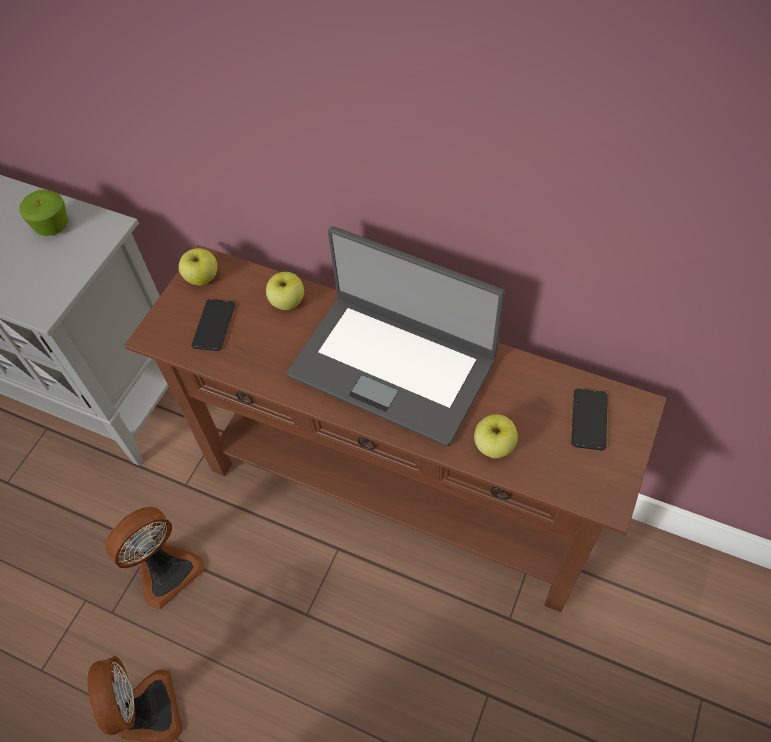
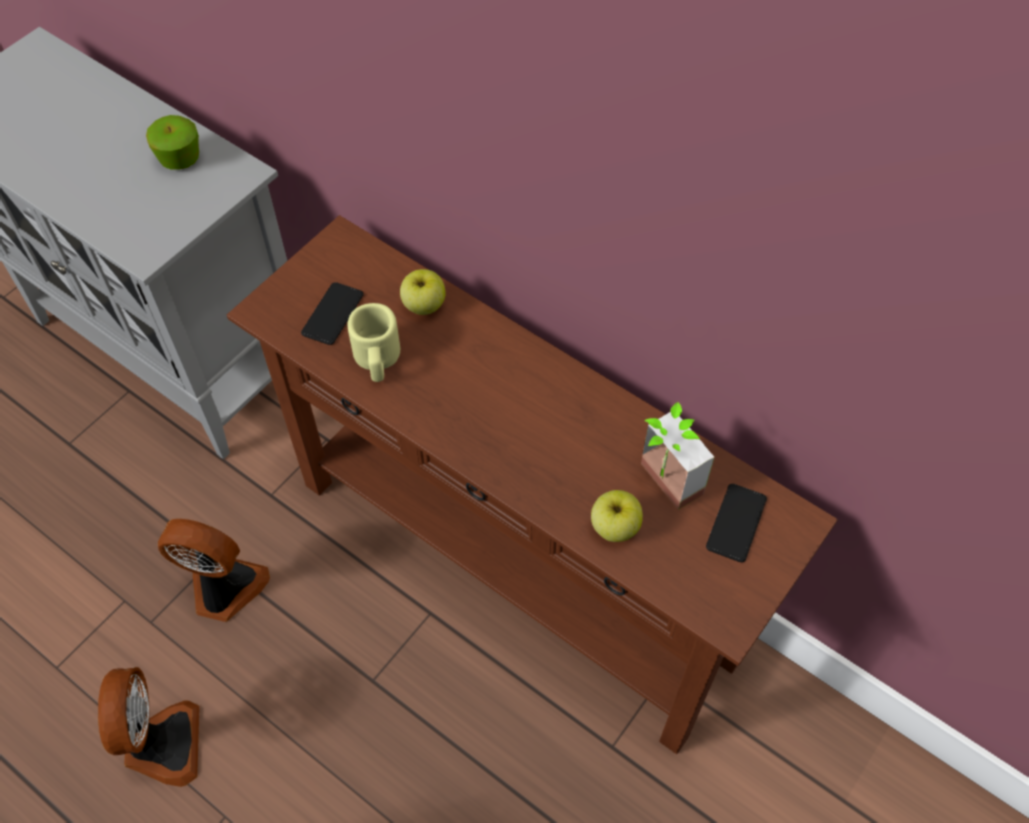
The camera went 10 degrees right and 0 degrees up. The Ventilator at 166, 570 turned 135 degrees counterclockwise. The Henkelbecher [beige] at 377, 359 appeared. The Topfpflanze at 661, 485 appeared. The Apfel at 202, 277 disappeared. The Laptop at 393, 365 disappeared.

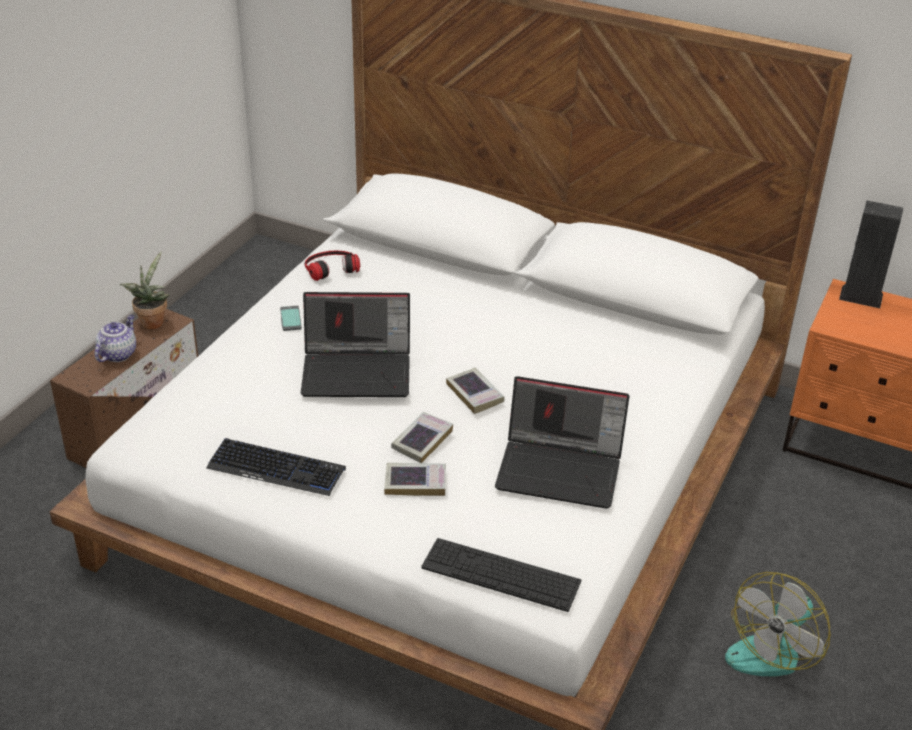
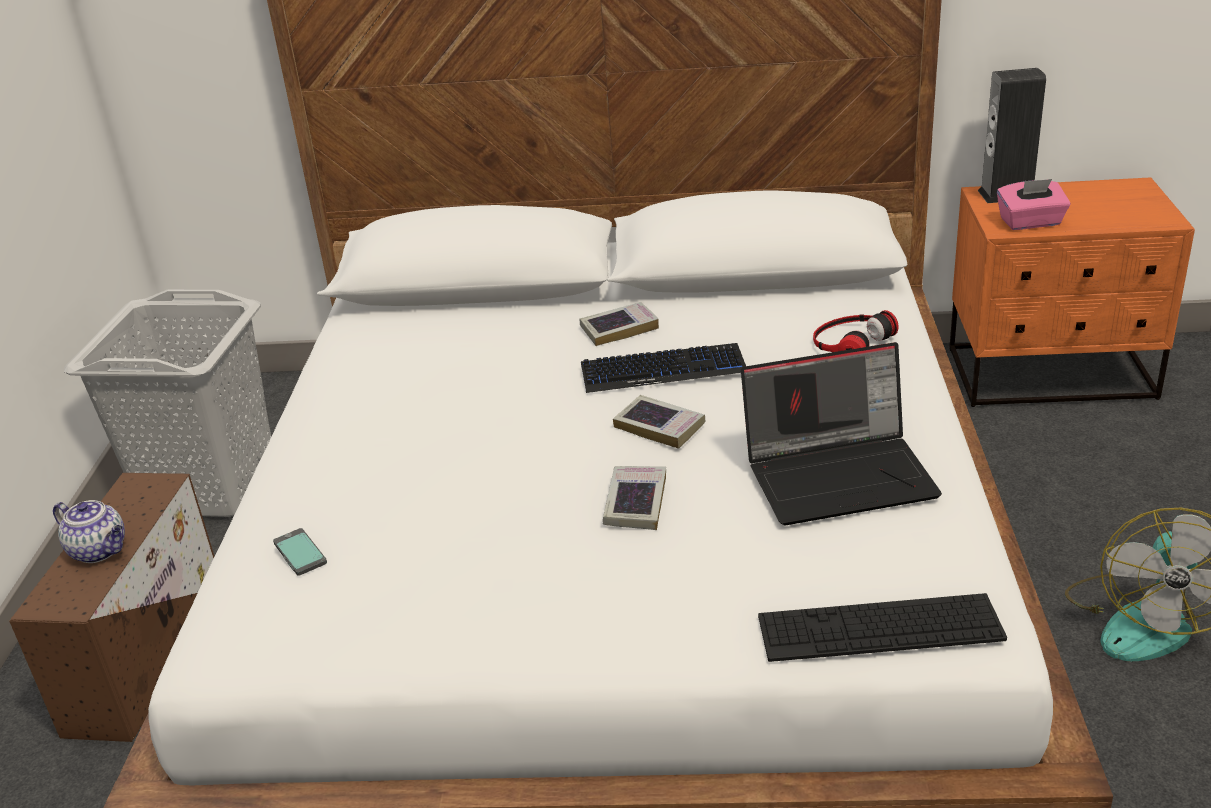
The camera went 20 degrees left and 5 degrees down. The Teekanne at 118, 354 turned 120 degrees clockwise. The Wäschekorb [grau] at 208, 486 appeared. The Handy moved from 290, 319 to 299, 553. The Buch moved from 415, 483 to 619, 329. The Tastatur moved from 276, 469 to 663, 370. The Kopfhörer moved from 330, 267 to 850, 341. The Taschentuchbox [rosa] at 1030, 223 appeared. The Topfpflanze at 152, 321 disappeared. The Laptop at 358, 371 disappeared.

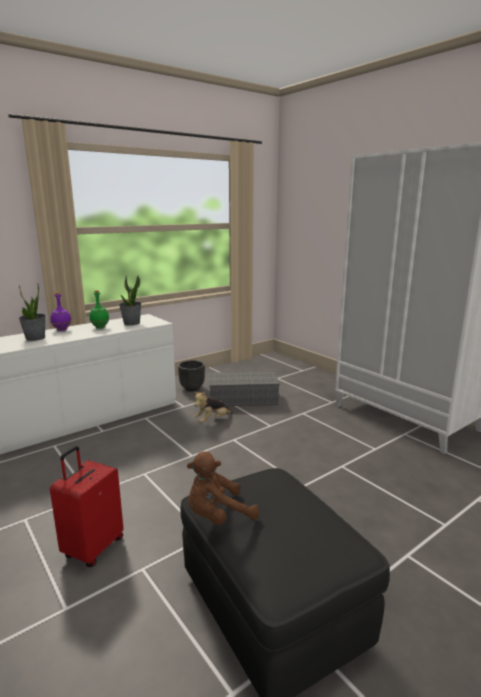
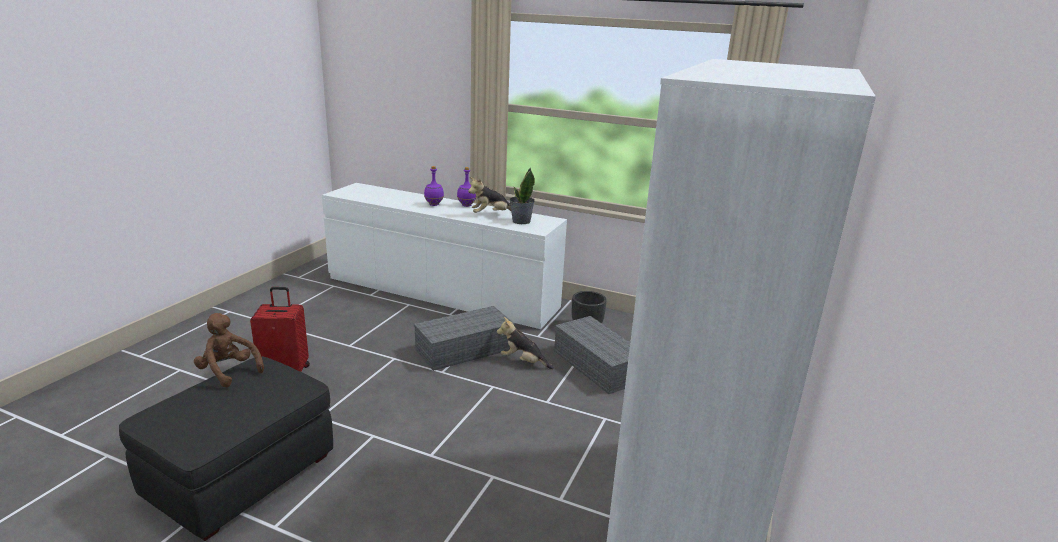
The camera went 60 degrees right and 5 degrees up. The Aufbewahrungsbox [grau] at 465, 349 appeared. The Topfpflanze at 35, 338 was replaced by the Flasche [lila] at 434, 204. The Flasche [grün] at 100, 327 was replaced by the Plüschtier at 490, 214.

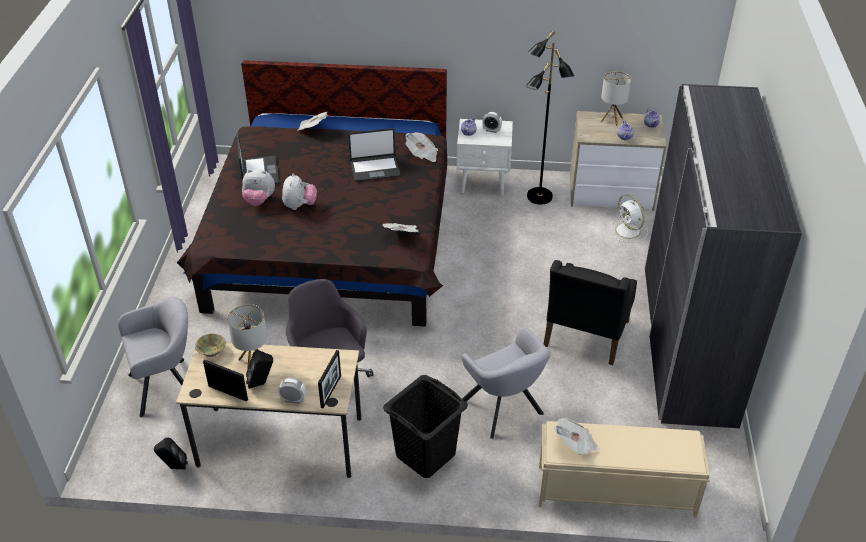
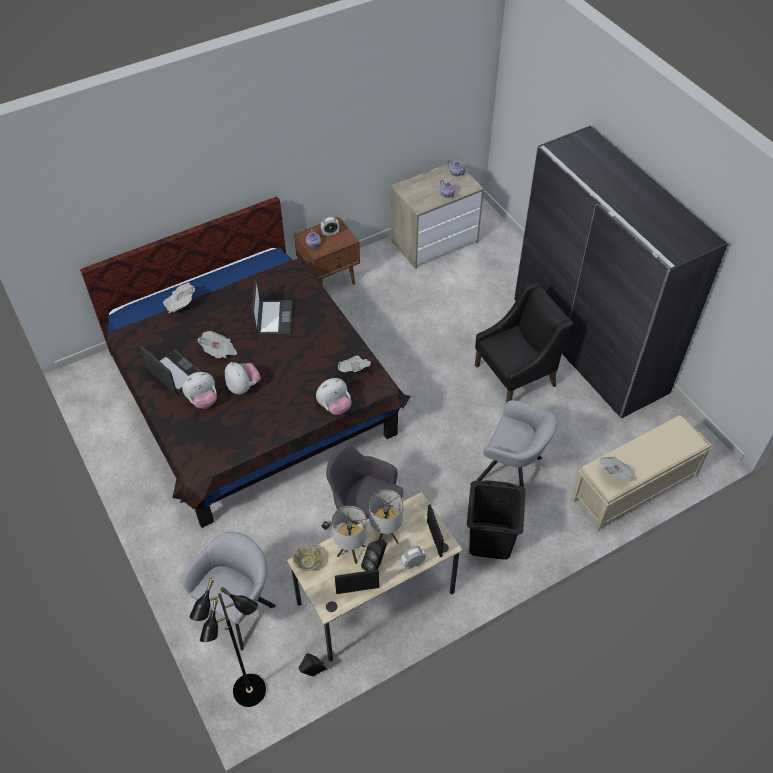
The camera went 35 degrees left and 10 degrees up. The Stehlampe [schwarz] moved from 539, 197 to 249, 692. The Zeitung moved from 422, 155 to 219, 351. The Laptop at 375, 168 turned 45 degrees counterclockwise. The Nachttisch [weiß] at 484, 182 became the Nachttisch [braun] at 330, 279. The Plüschtier at 334, 406 appeared. The Tischlampe moved from 611, 119 to 386, 535. The Sessel [schwarz] at 585, 334 turned 105 degrees counterclockwise. The Ventilator [weiß] at 628, 231 disappeared.

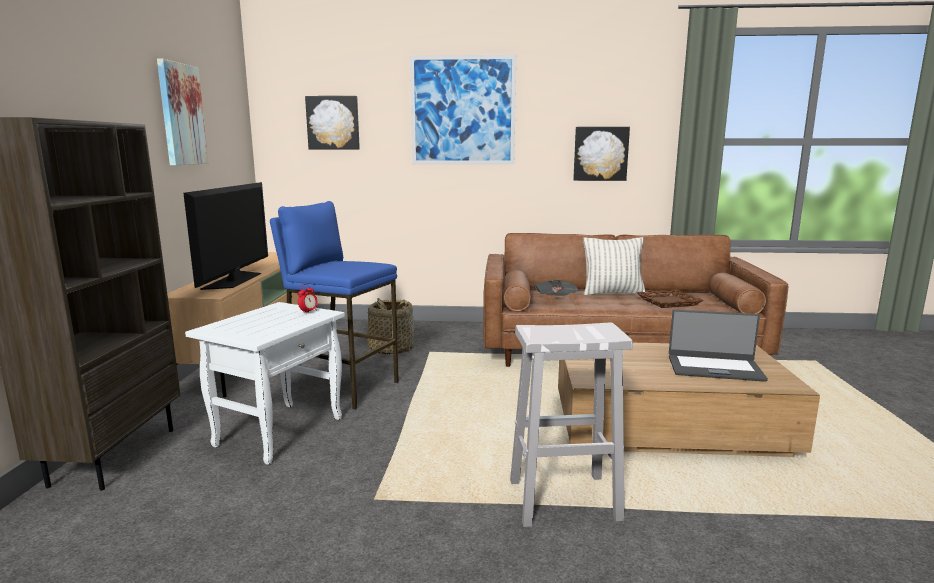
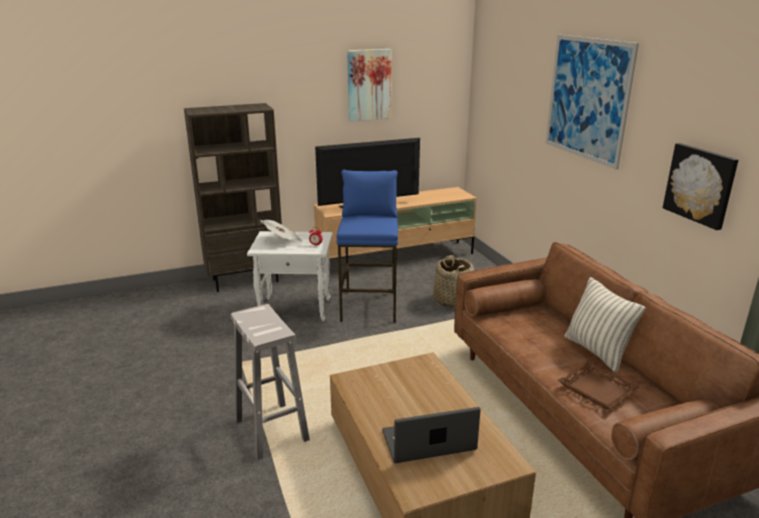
The camera went 65 degrees right and 10 degrees up. The Zeitung moved from 556, 300 to 283, 240. The Laptop at 714, 368 turned 90 degrees clockwise. The Bild at 333, 123 disappeared.

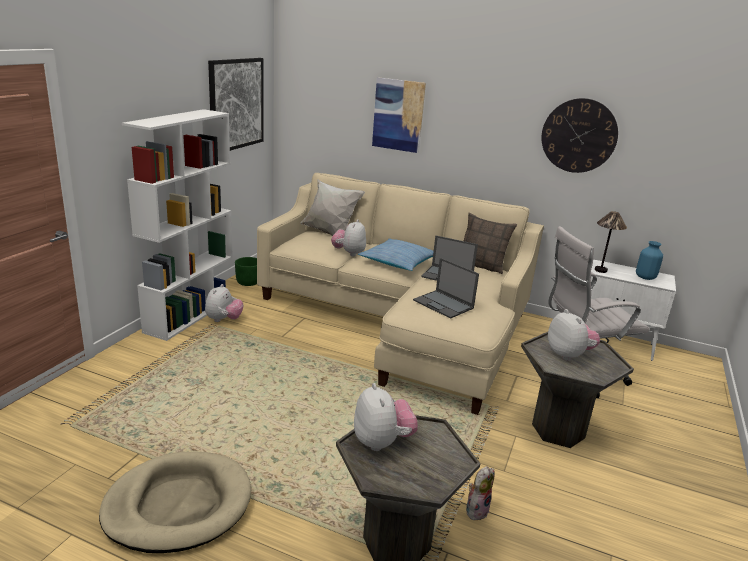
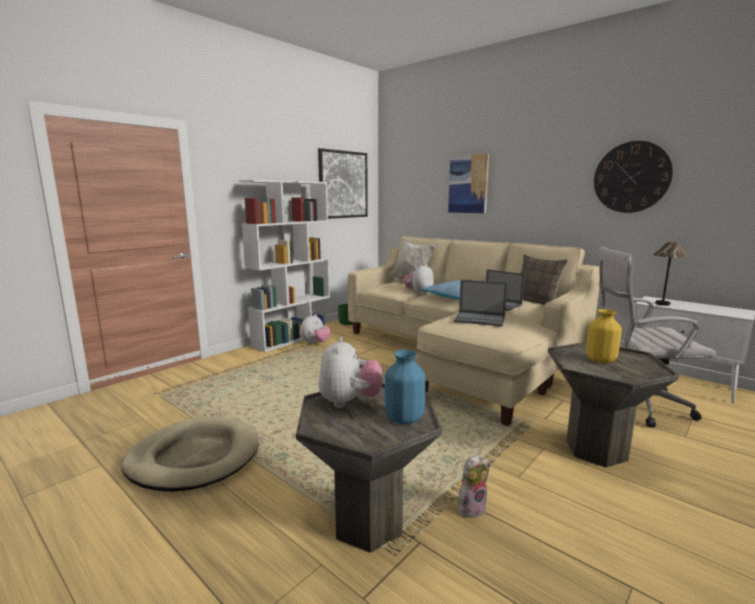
The camera went 20 degrees right and 10 degrees down. The Vase [blau] moved from 645, 277 to 403, 418. The Laptop at 444, 304 turned 45 degrees counterclockwise. The Plüschtier at 568, 355 was replaced by the Vase [gelb] at 600, 360.

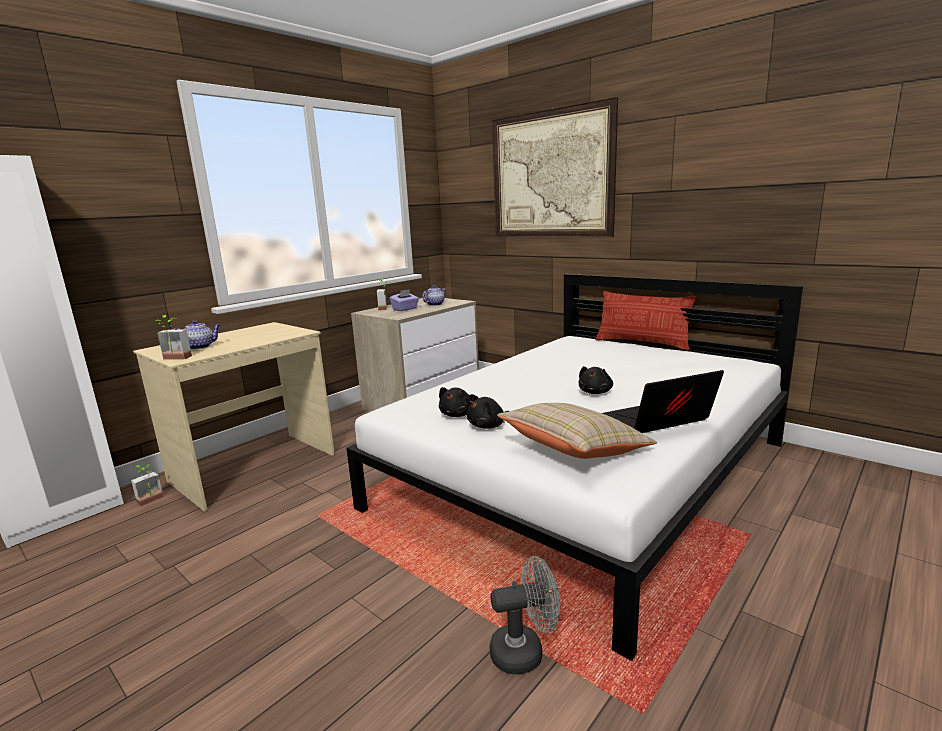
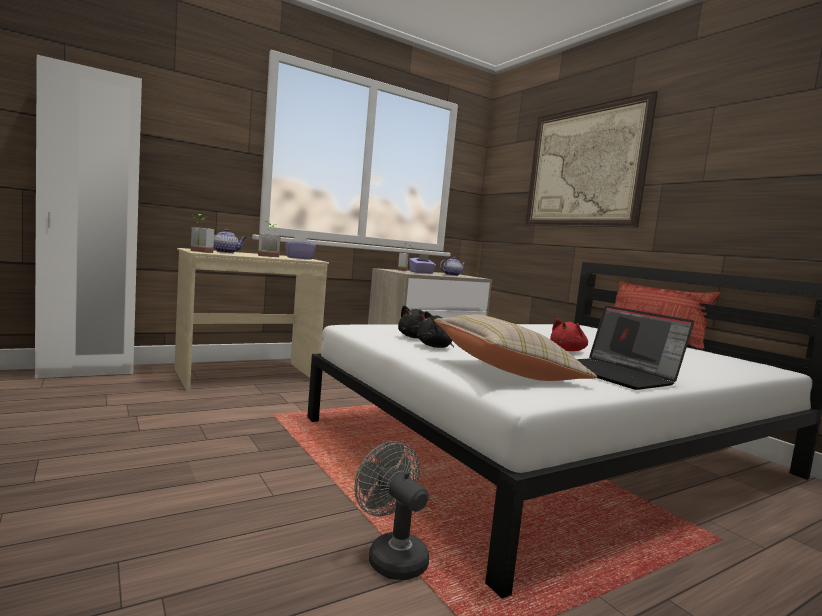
The camera went 15 degrees right and 10 degrees down. The Topfpflanze moved from 152, 501 to 270, 256. The Taschentuchbox [lila] at 299, 258 appeared. The Ventilator [grau] at 525, 651 turned 135 degrees counterclockwise. The Plüschtier [schwarz] at 595, 392 became the Plüschtier [rot] at 568, 350. The Laptop at 657, 422 turned 120 degrees counterclockwise.

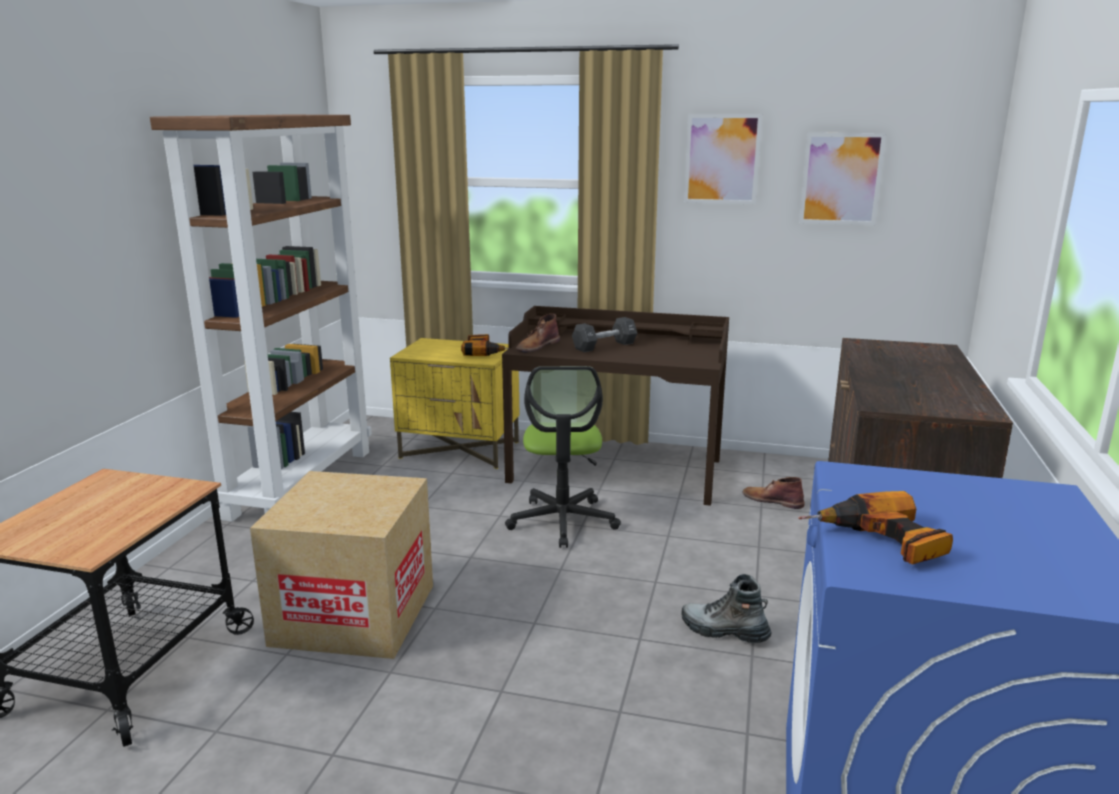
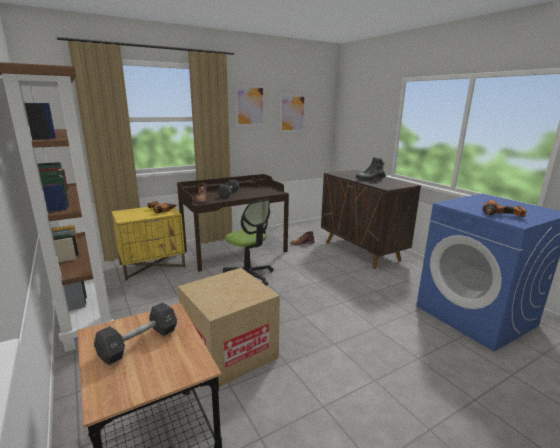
The camera went 45 degrees left and 0 degrees up. The Hantel [schwarz] at 139, 343 appeared. The Stiefel moved from 724, 631 to 370, 179.

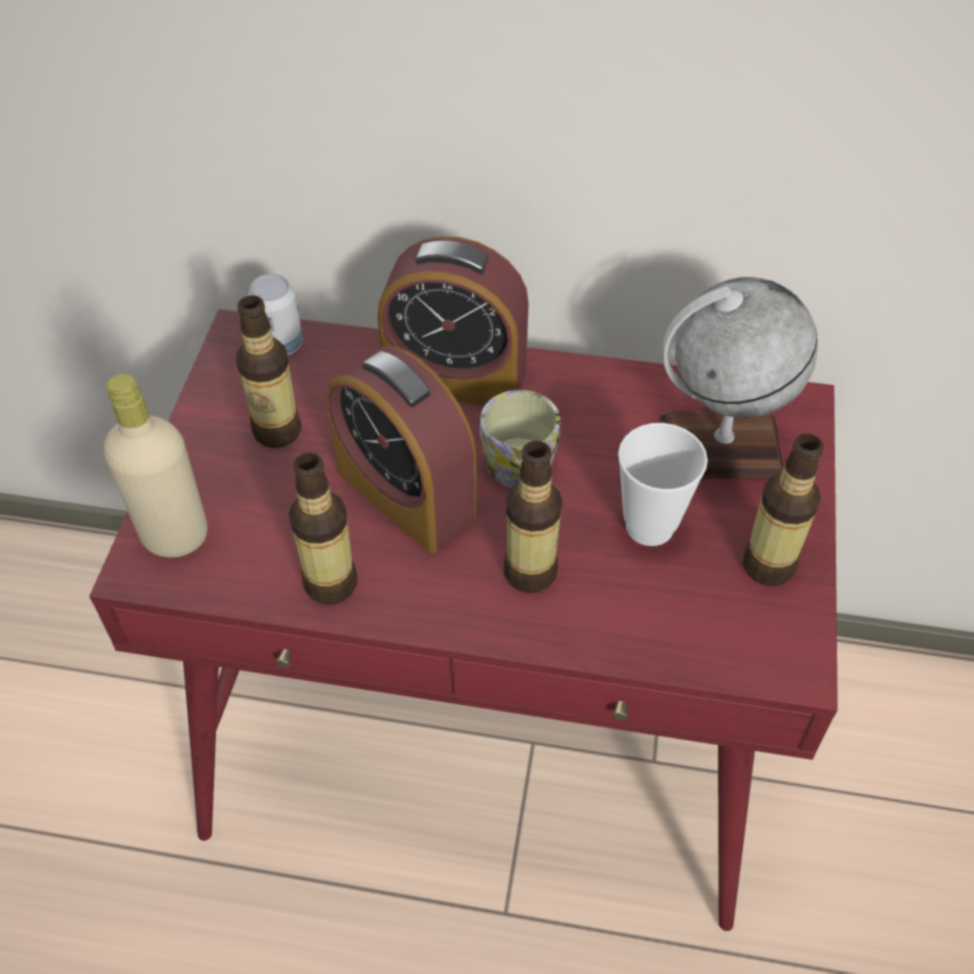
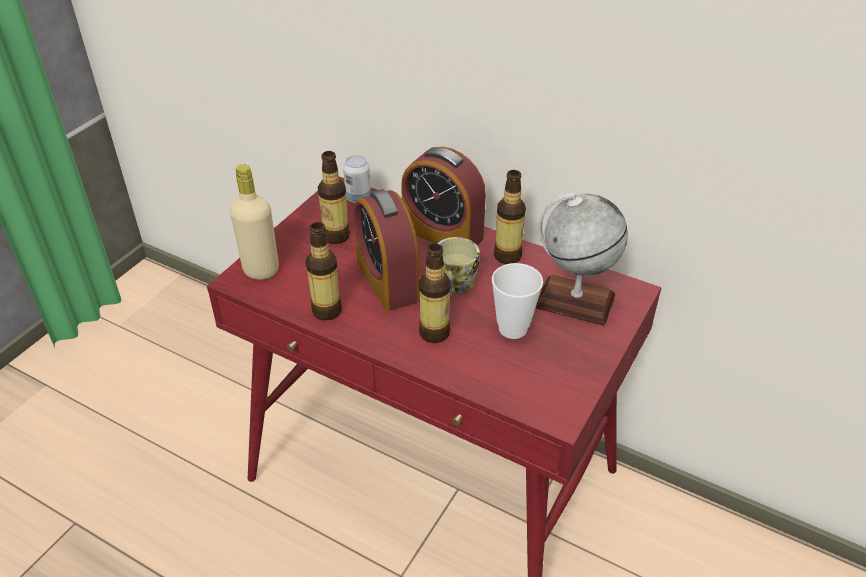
The camera went 20 degrees right and 10 degrees down. The Flasche moved from 768, 565 to 507, 256.

